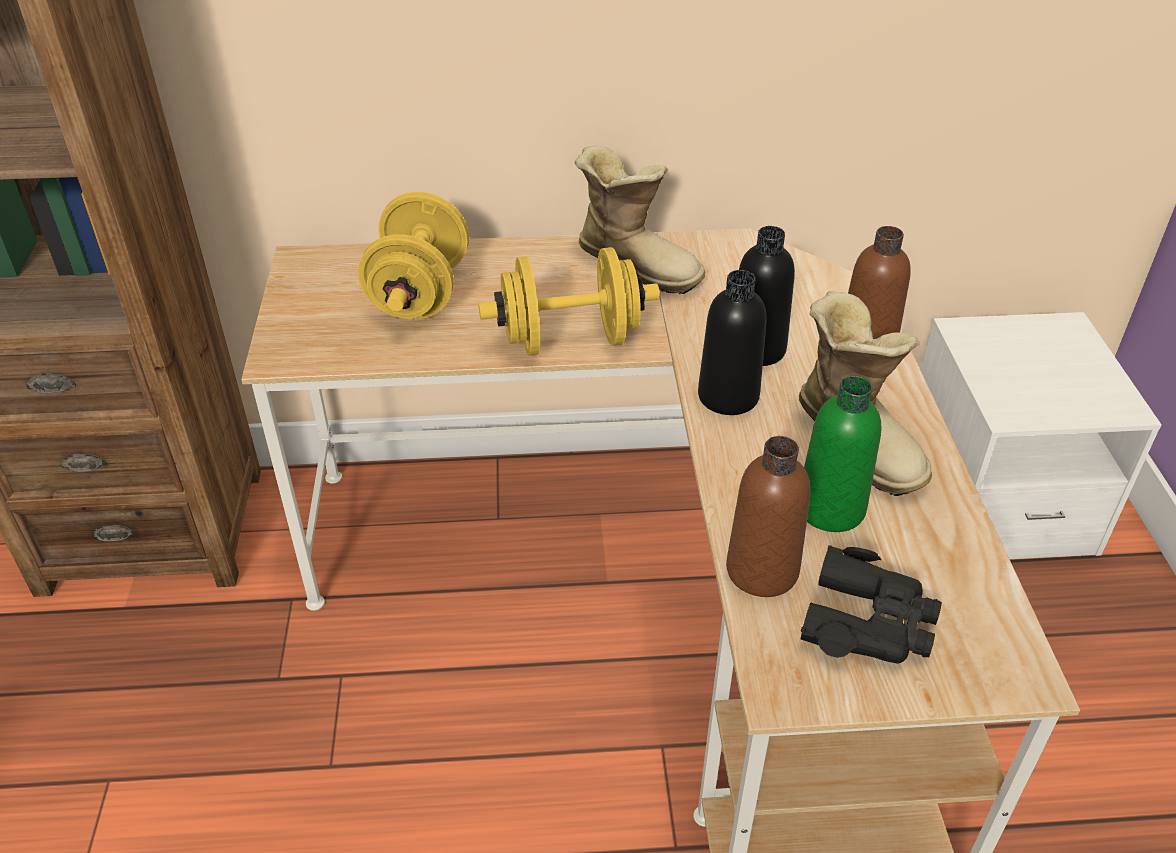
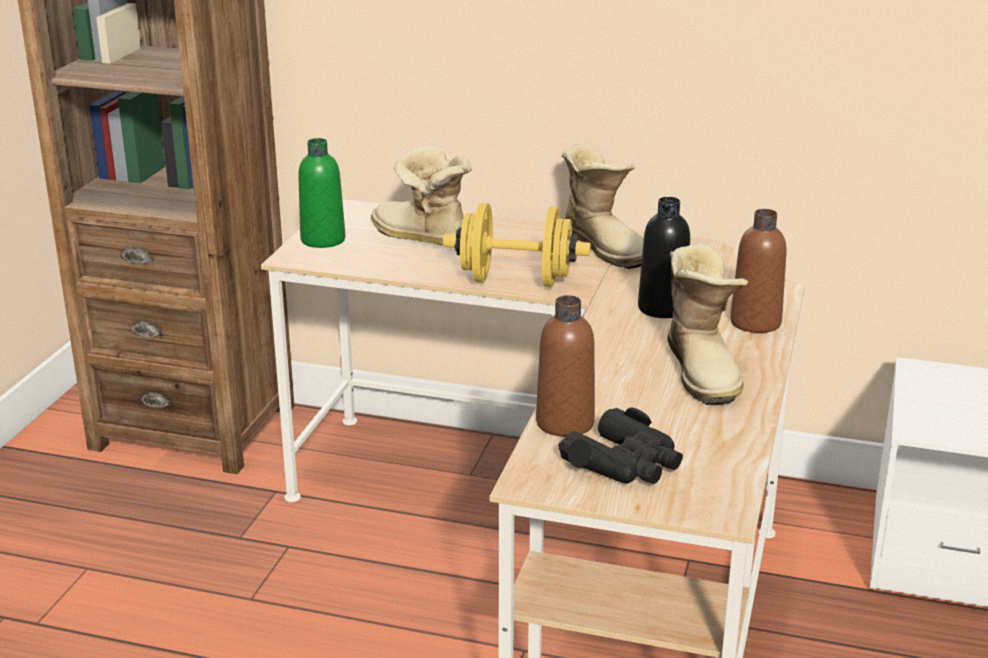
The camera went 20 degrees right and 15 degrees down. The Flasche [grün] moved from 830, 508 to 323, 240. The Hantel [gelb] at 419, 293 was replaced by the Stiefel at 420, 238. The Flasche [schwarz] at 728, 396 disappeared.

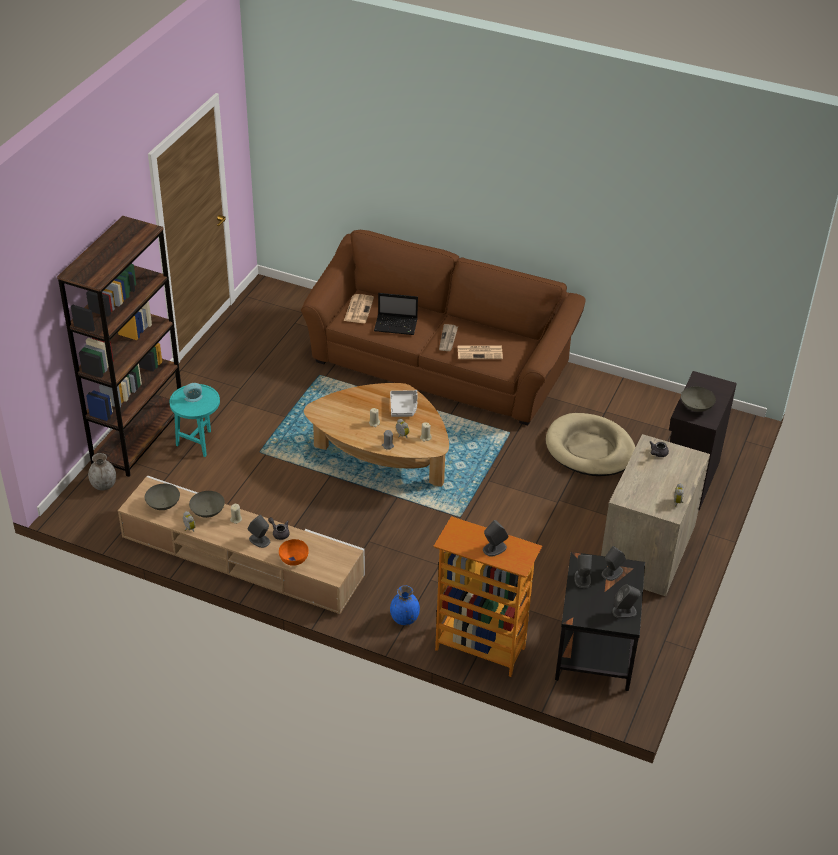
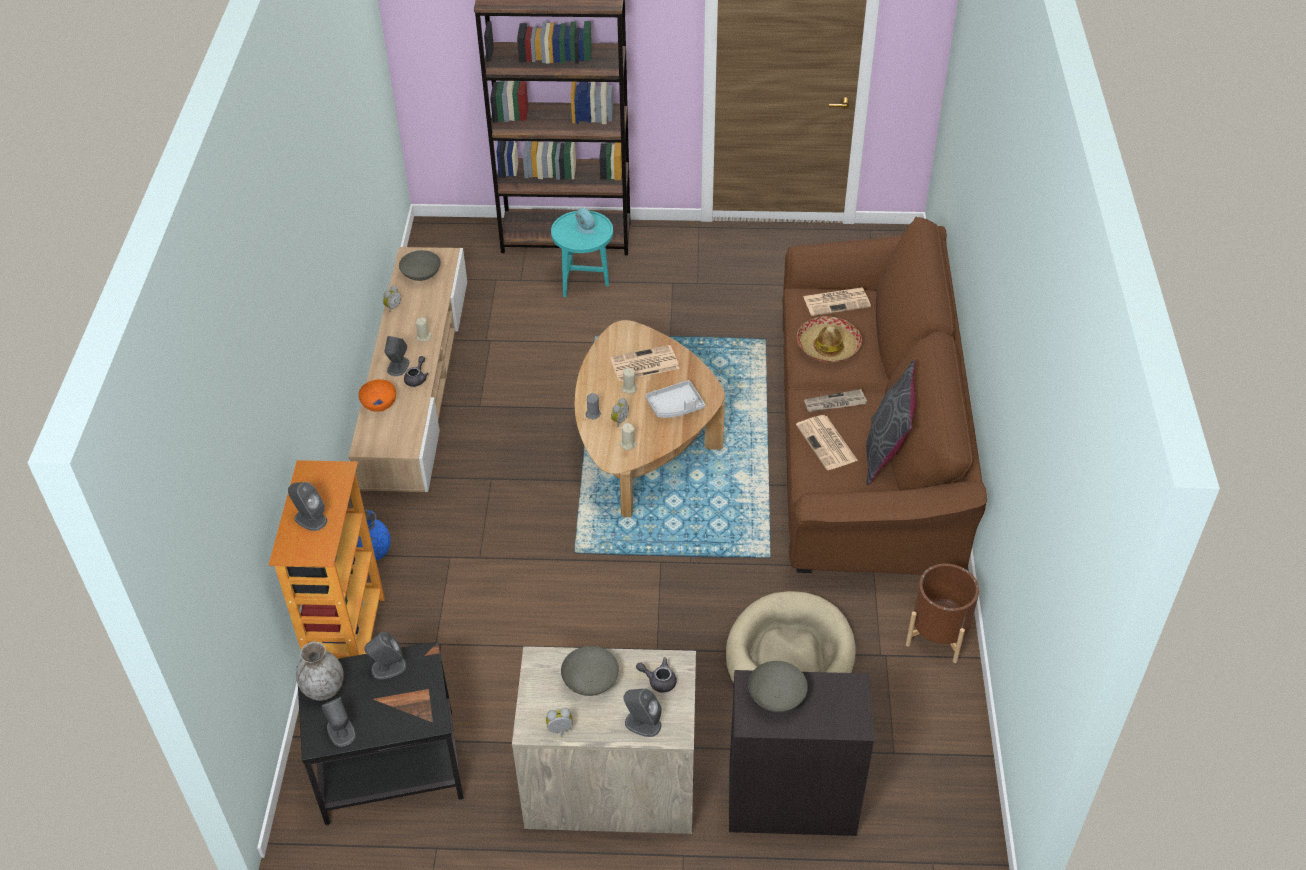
The camera went 70 degrees right and 5 degrees up. The Vase [grau] moved from 104, 485 to 324, 689. The Schüssel [grau] moved from 207, 512 to 590, 681. The Zeitung at 643, 364 appeared. The Lautsprecher [grau] moved from 612, 572 to 642, 723. The Laptop at 397, 325 was replaced by the Hut at 828, 346. The Kissen [grau] at 886, 453 appeared. The Pflanzkübel [braun] at 938, 634 appeared.

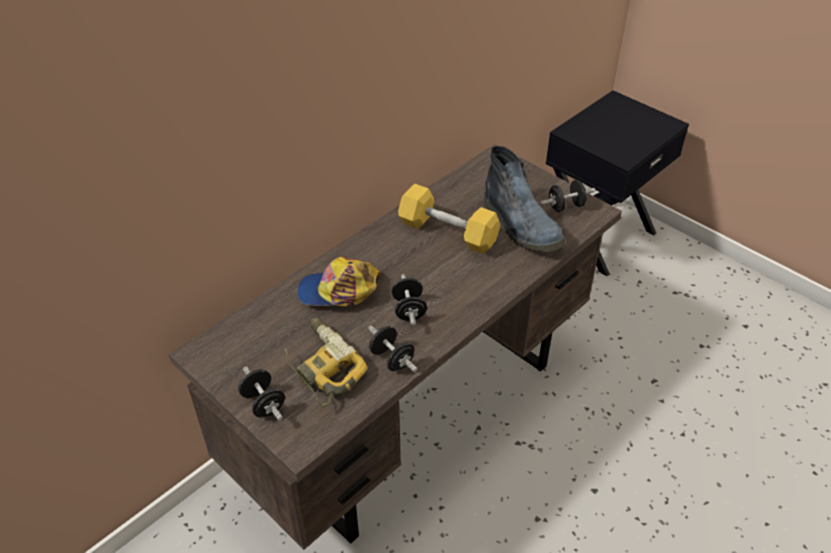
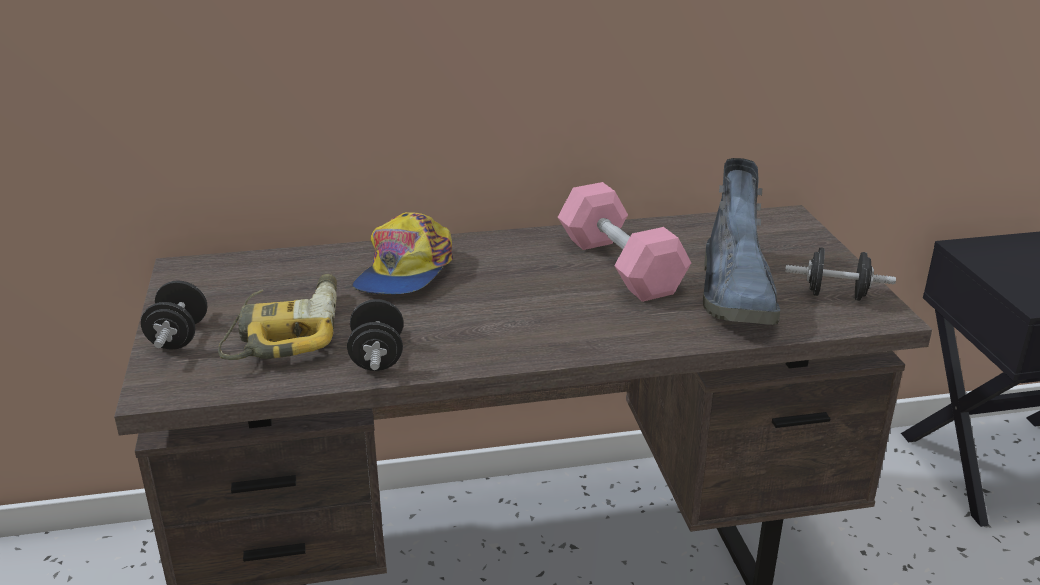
The camera went 35 degrees right and 15 degrees down. The Kappe at 338, 291 turned 105 degrees counterclockwise. The Hantel [gelb] at 448, 232 became the Hantel [rosa] at 620, 265. The Hantel [schwarz] at 409, 310 disappeared.

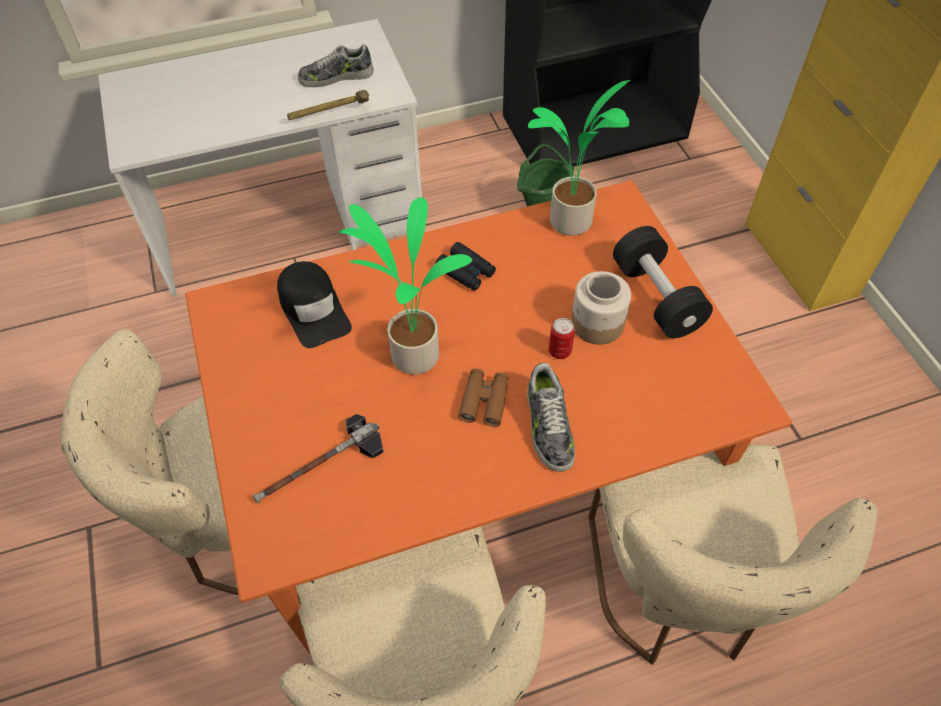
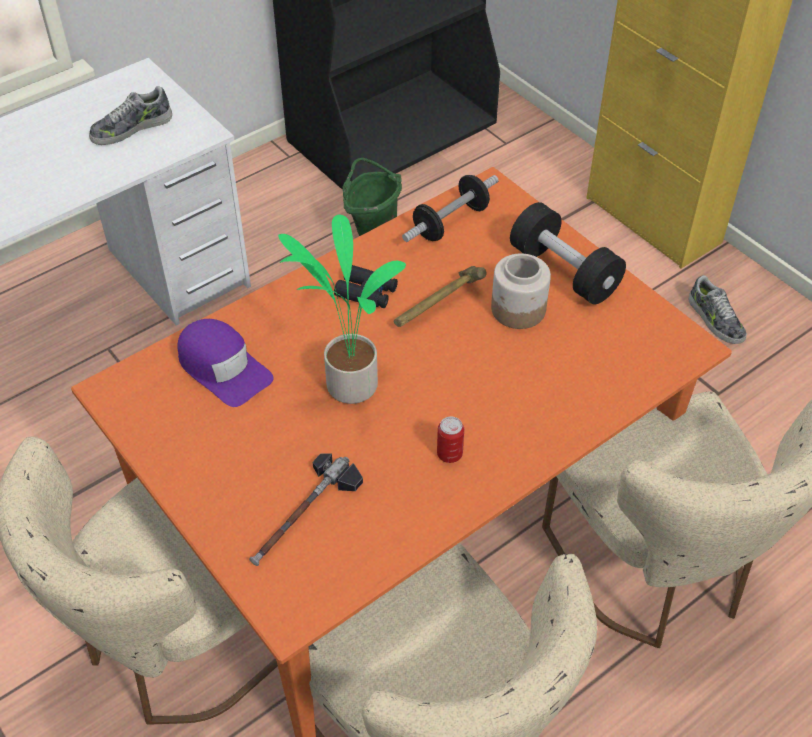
The camera went 20 degrees left and 5 degrees down. The Kappe [schwarz] at 313, 309 became the Kappe [lila] at 223, 368. The Hammer moved from 330, 116 to 437, 307. The Topfpflanze at 570, 224 was replaced by the Hantel at 450, 222. The Dose moved from 559, 351 to 449, 454. The Schuh moved from 548, 426 to 715, 320. The Fernglas [braun] at 484, 401 disappeared.

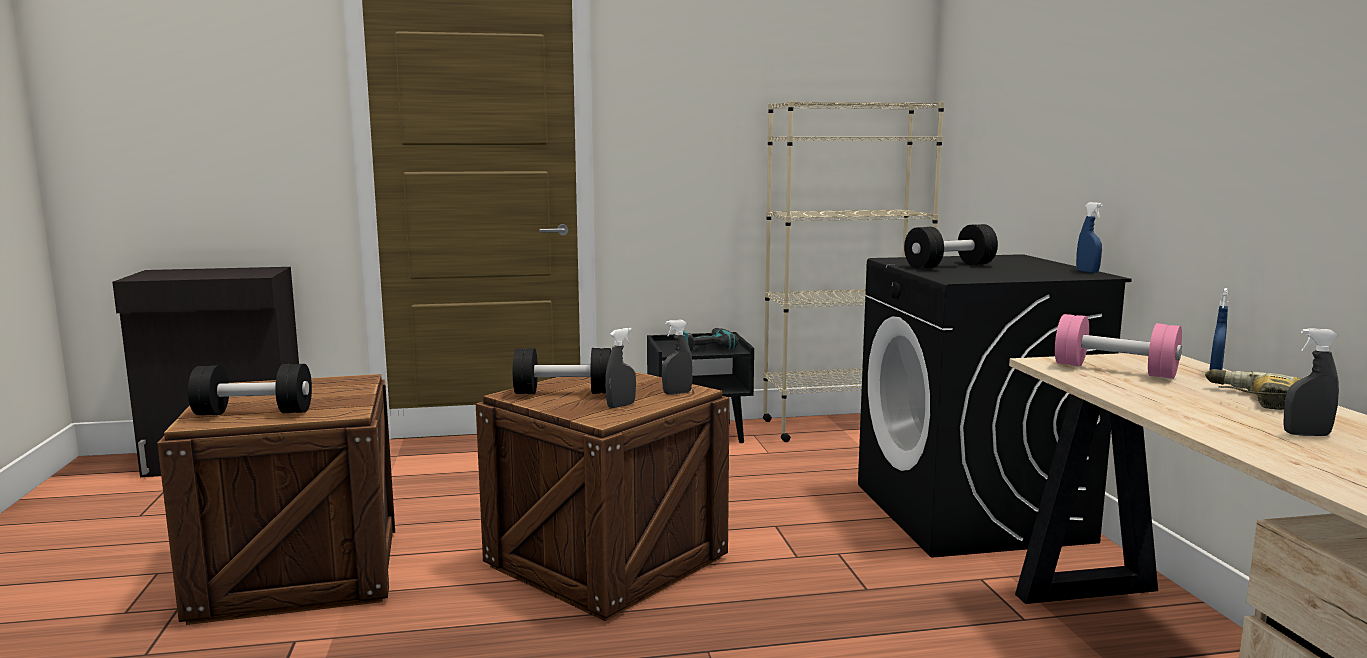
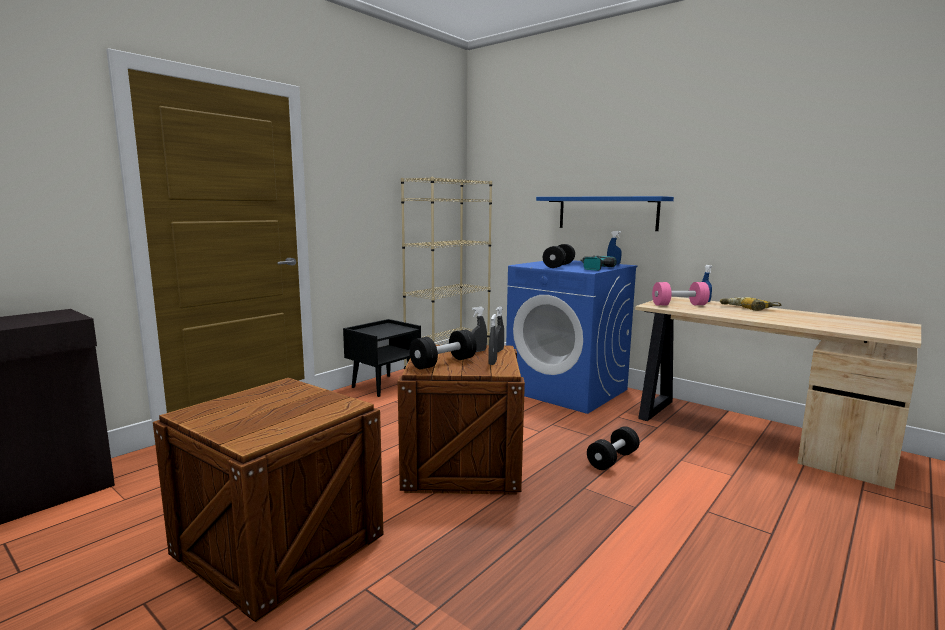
The camera went 40 degrees left and 0 degrees up. The Sprühflasche [grau] moved from 1306, 434 to 478, 351. The Waschmaschine [schwarz] at 971, 513 became the Waschmaschine [blau] at 567, 390. The Wandregal [blau] at 607, 213 appeared. The Bohrmaschine moved from 706, 347 to 593, 268. The Hantel [schwarz] moved from 254, 413 to 612, 460.

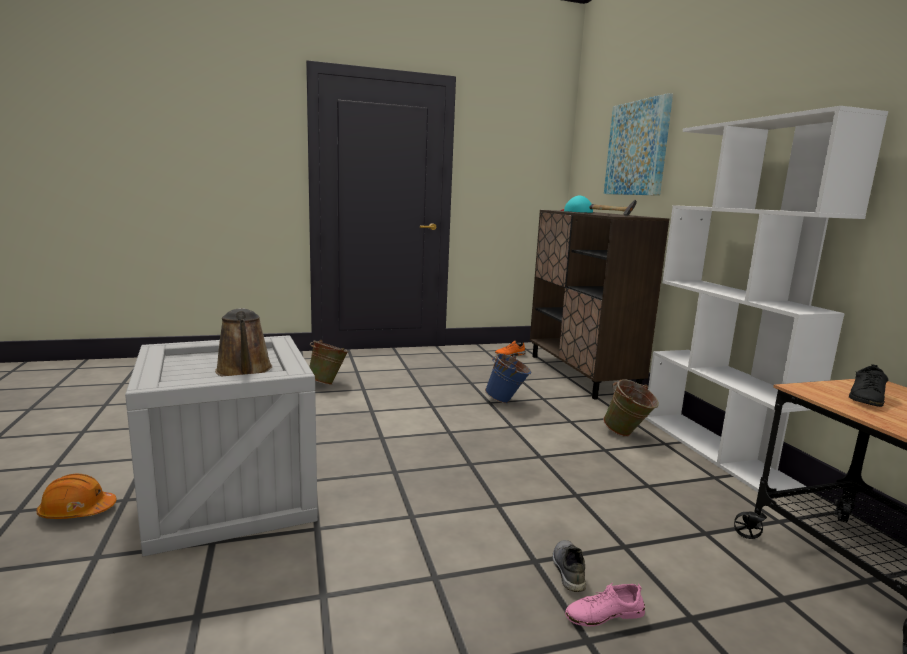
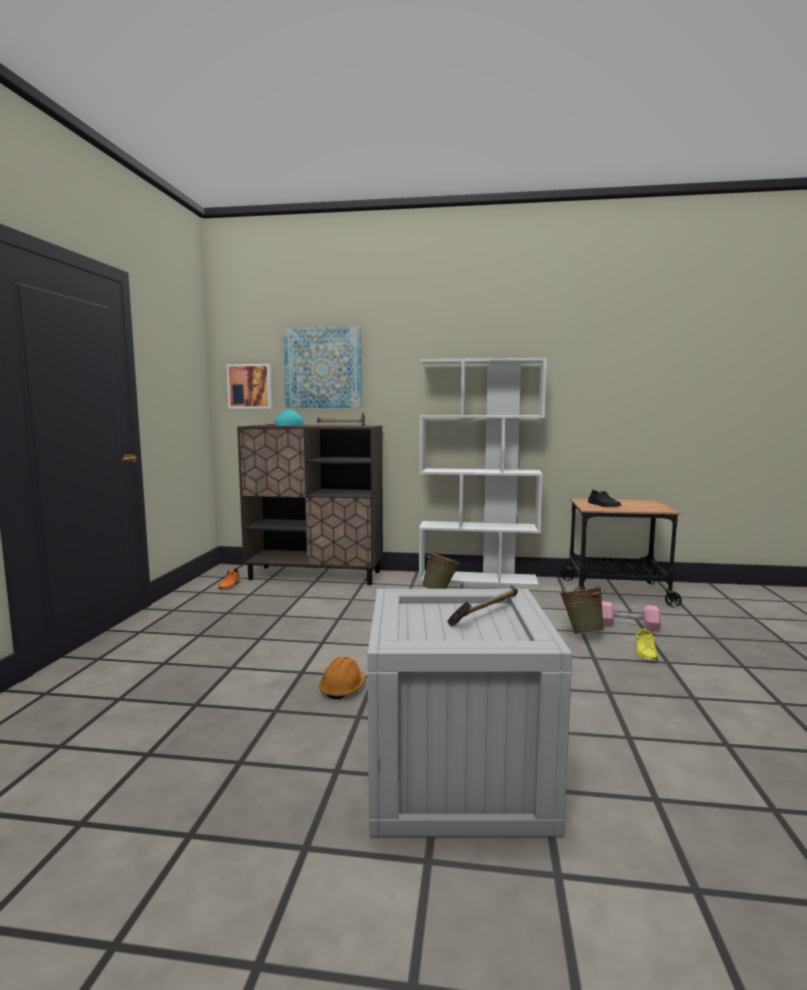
The camera went 65 degrees left and 5 degrees down. The Bild at 250, 386 appeared. The Schutzhelm [orange] moved from 77, 511 to 342, 688. The Gießkanne [braun] at 244, 371 was replaced by the Hammer at 484, 616. The Eimer [grün] moved from 328, 383 to 581, 633. The Hantel [rosa] at 628, 626 appeared. The Schuh [rosa] at 604, 614 became the Schuh [gelb] at 646, 652. The Eimer [blau] at 507, 401 disappeared. The Schuh [grau] at 567, 570 disappeared.

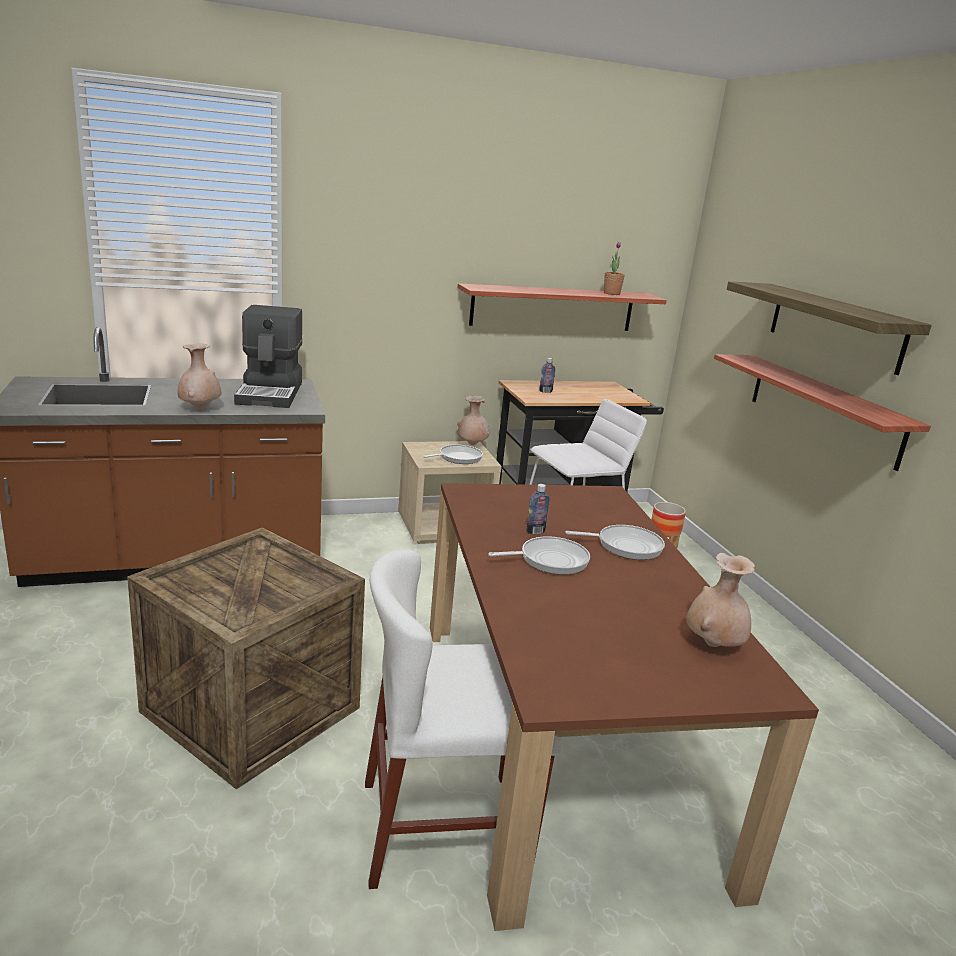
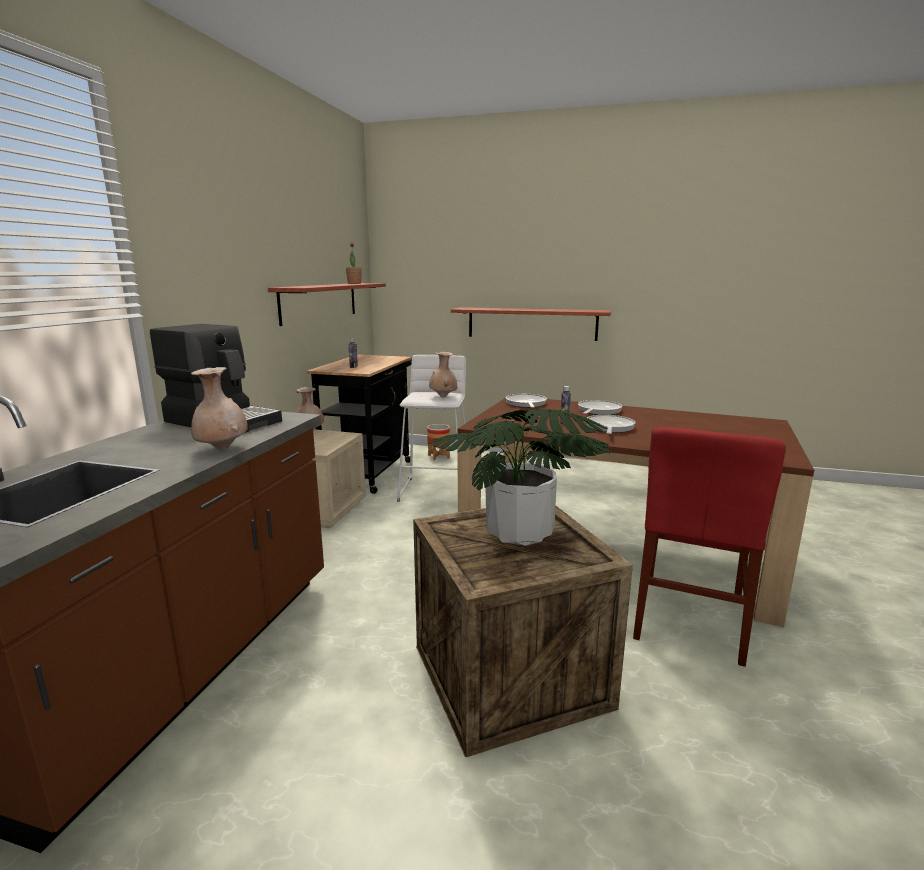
The camera went 55 degrees left and 5 degrees down. The Topfpflanze at 518, 532 appeared. The Vase [beige] moved from 713, 645 to 443, 397. The Pfanne moved from 457, 458 to 526, 404. The Stuhl [weiß] at 444, 827 became the Stuhl [rot] at 689, 618. The Wandregal at 835, 326 disappeared.

